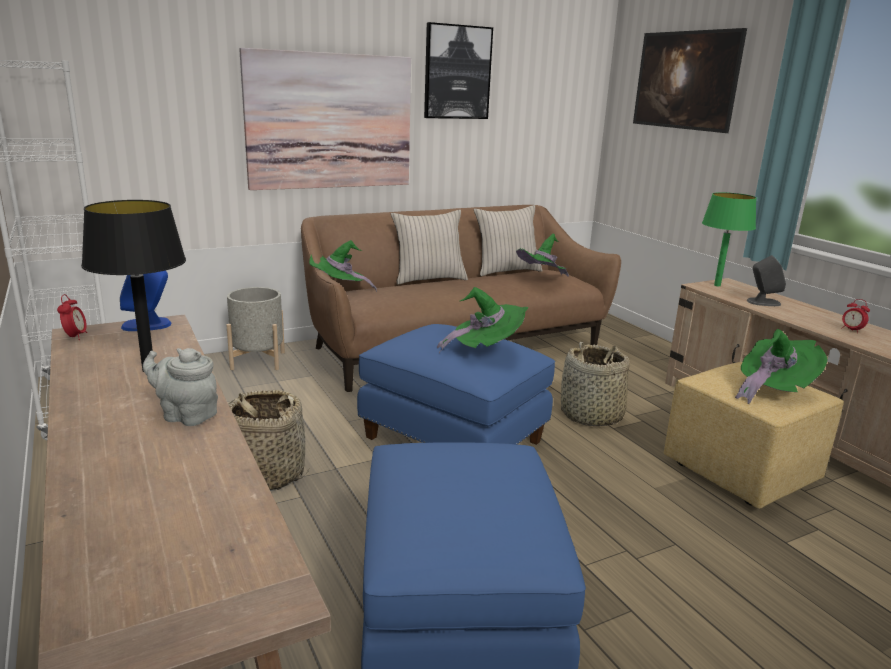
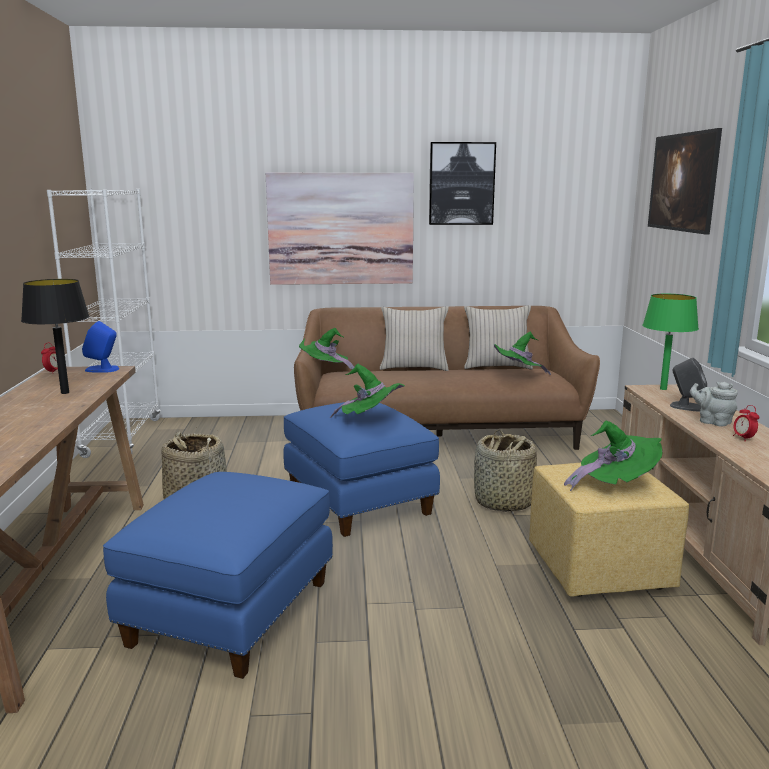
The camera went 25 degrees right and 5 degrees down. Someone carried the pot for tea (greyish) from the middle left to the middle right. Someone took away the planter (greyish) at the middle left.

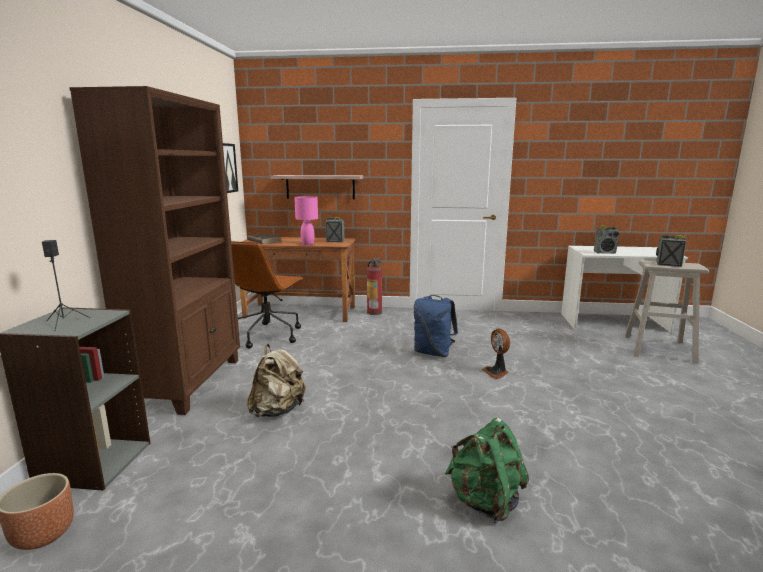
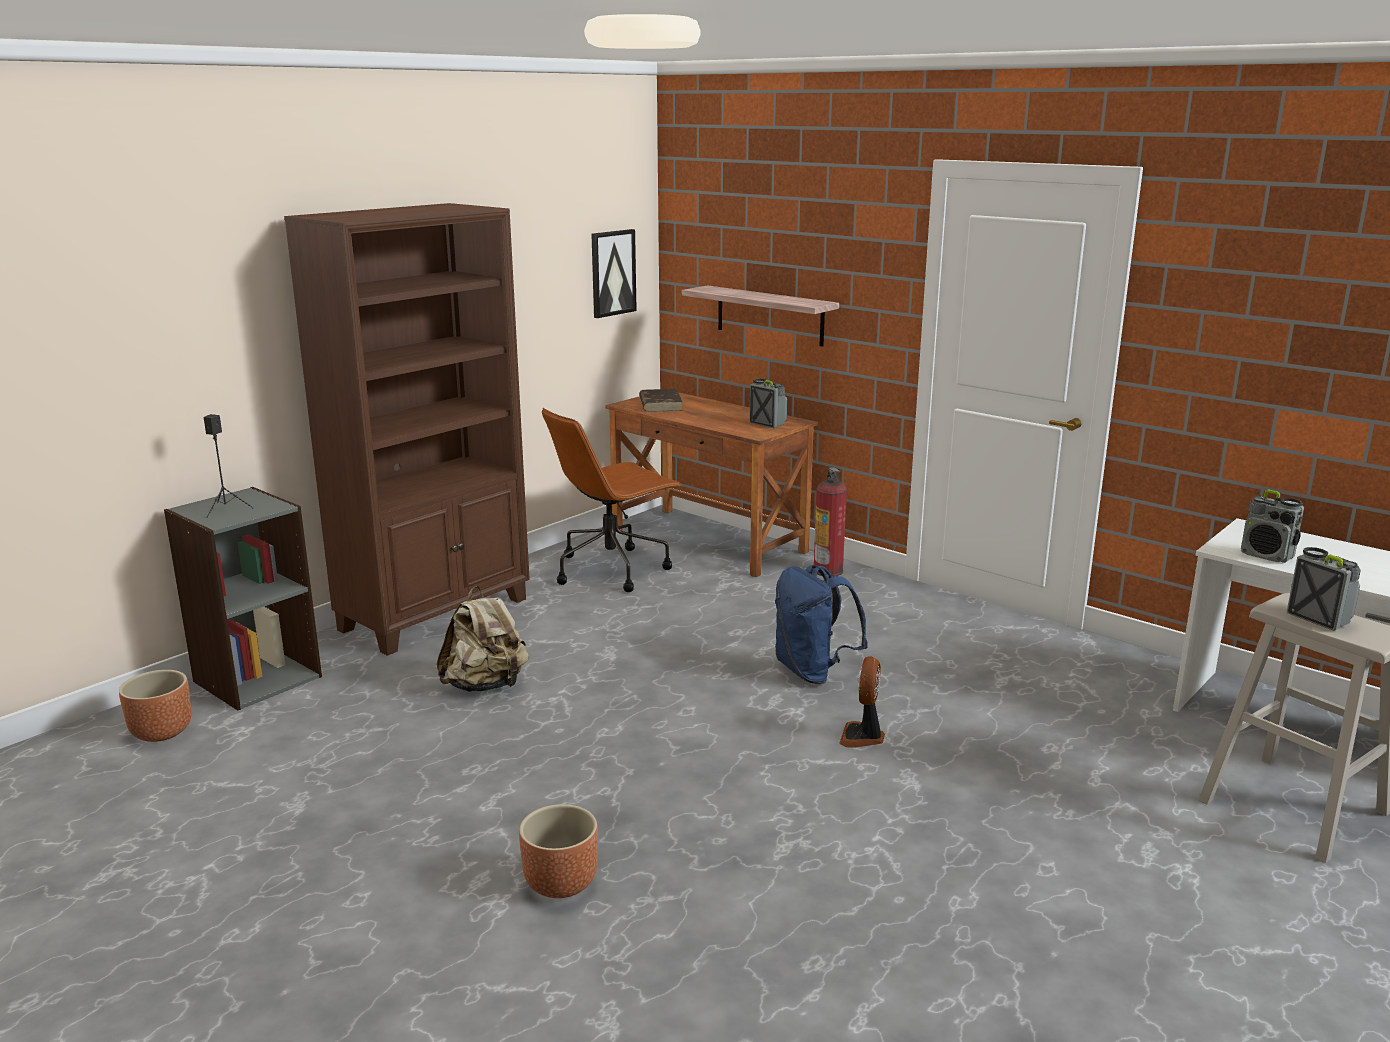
The camera went 35 degrees right and 5 degrees up. Someone swapped the rucksack (green-coloured) at the bottom centre for the planter (brown) (no. 2 from left) at the bottom centre. Someone took away the lamp for a table (pinkish) at the centre.

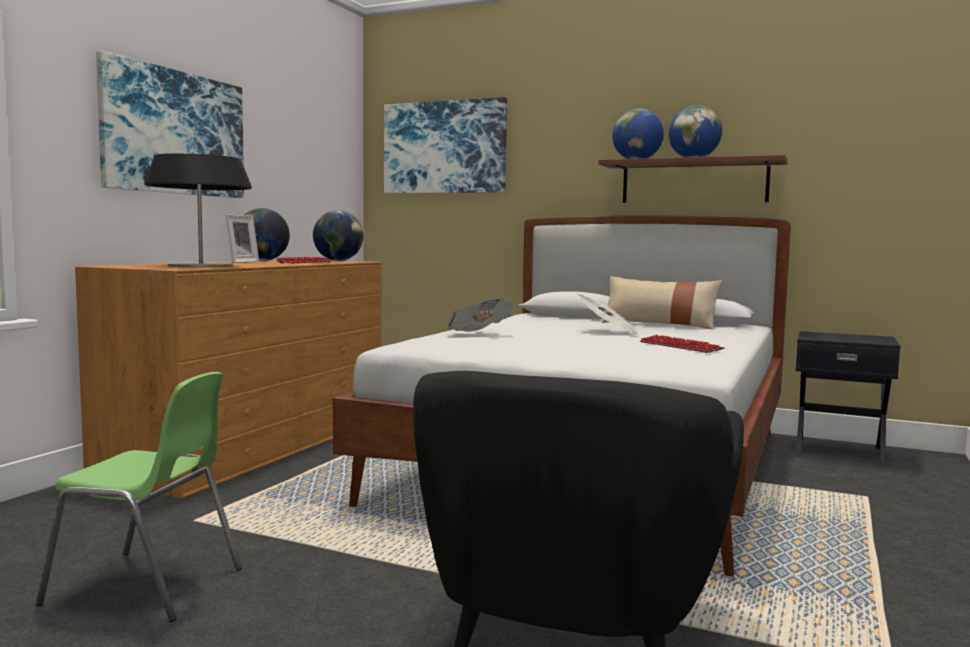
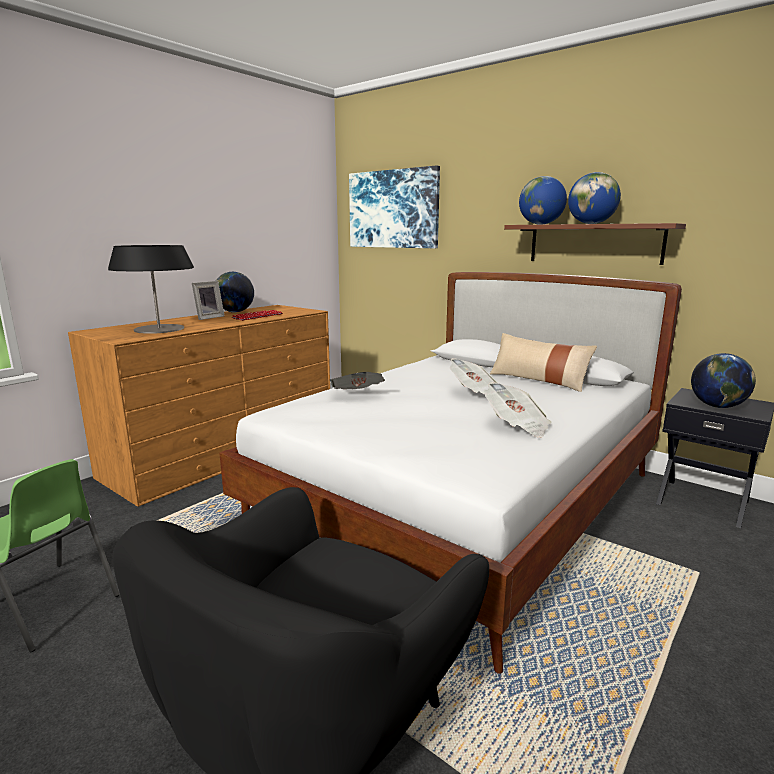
The camera went 15 degrees right and 10 degrees up. Someone swapped the keyboard (no. 2 from left) at the middle right for the newspaper (no. 3 from left) at the middle right. Someone carried the desk globe (no. 2 from left in the first image) from the centre to the middle right. Someone took away the wall art (no. 1 from left) at the top left.

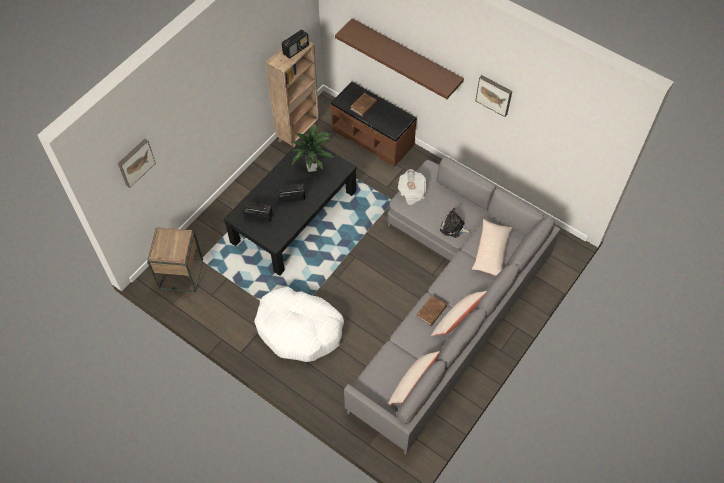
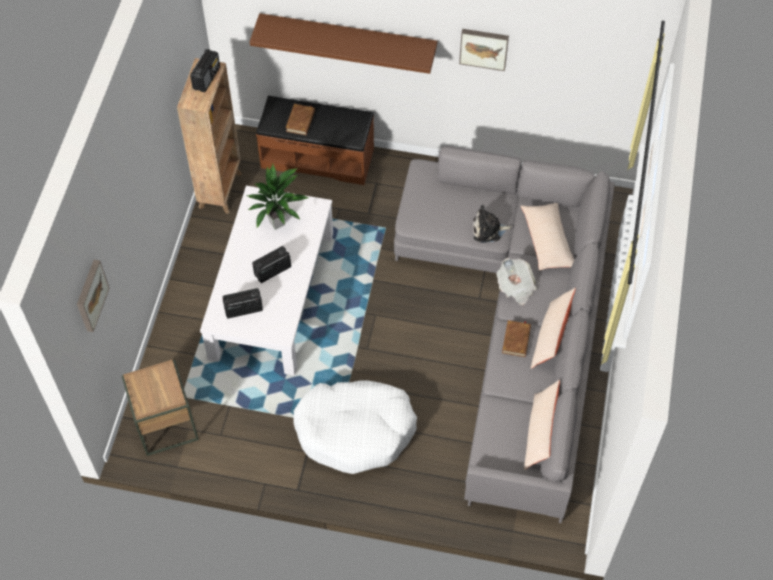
The camera went 25 degrees left and 0 degrees up. Someone repainted the lounge table (black) at the centre, which became the lounge table (whitish) at the centre. Someone carried the newspaper from the centre to the middle right.

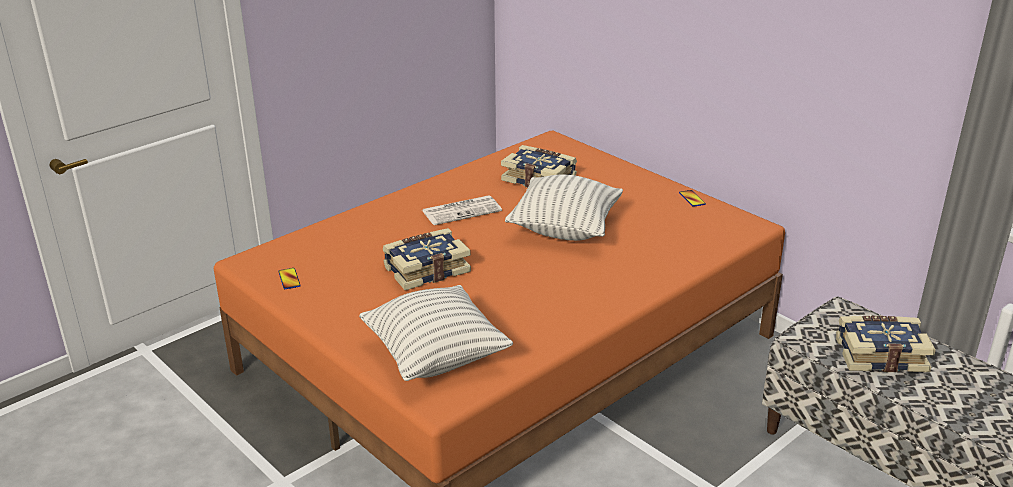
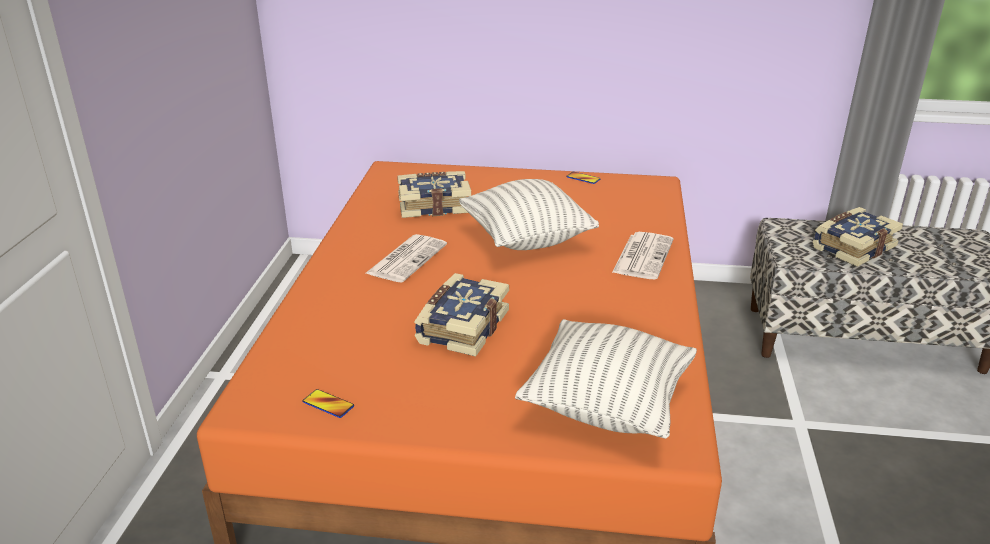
The camera went 40 degrees left and 0 degrees up. Someone put down the newspaper (no. 2 from left) at the centre.

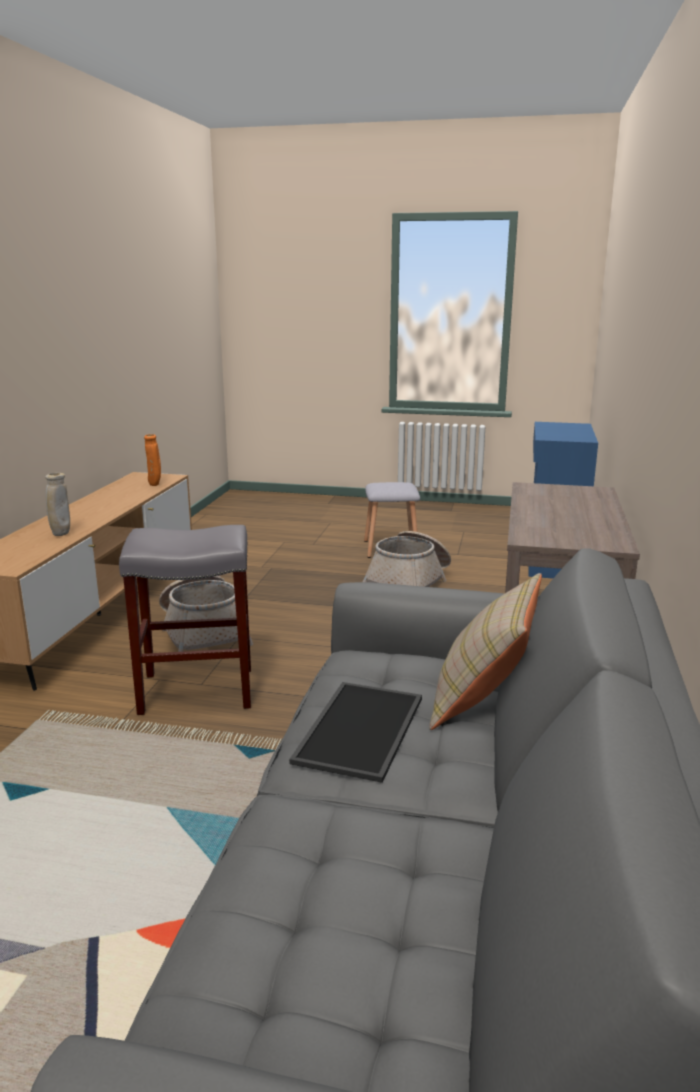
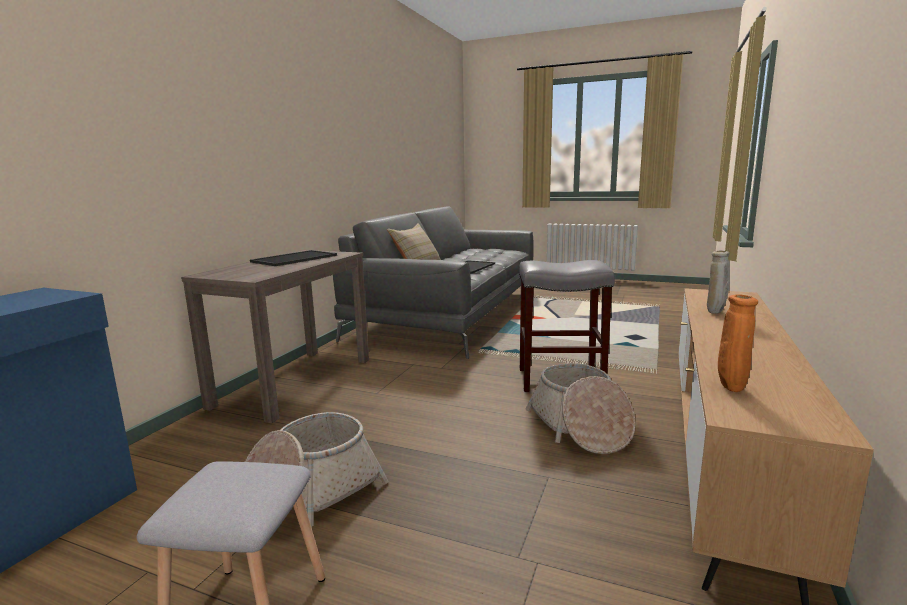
The camera went 170 degrees left and 5 degrees down. Someone put down the carrying tray (no. 1 from left) at the middle left.

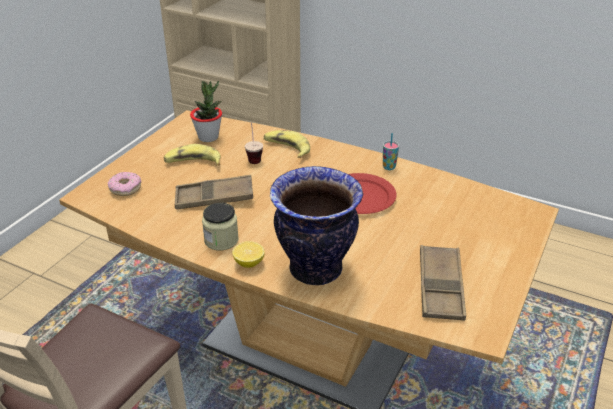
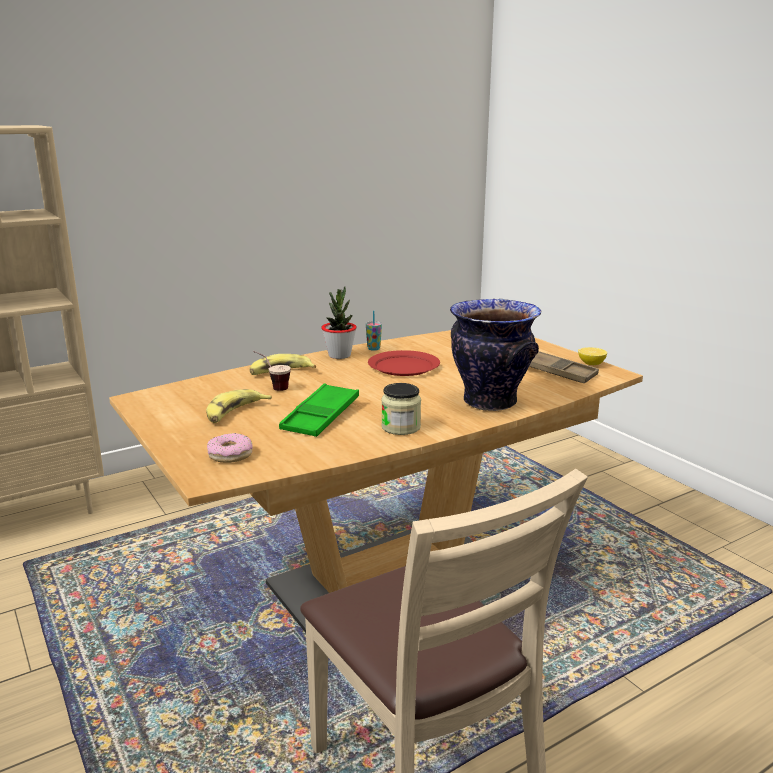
The camera went 60 degrees left and 15 degrees down. Someone repainted the carrying tray (brown) (no. 1 from left) at the centre, which became the carrying tray (green-coloured) at the centre. Someone carried the plant in a pot from the top centre to the centre. Someone carried the citrus fruit from the centre to the middle right.

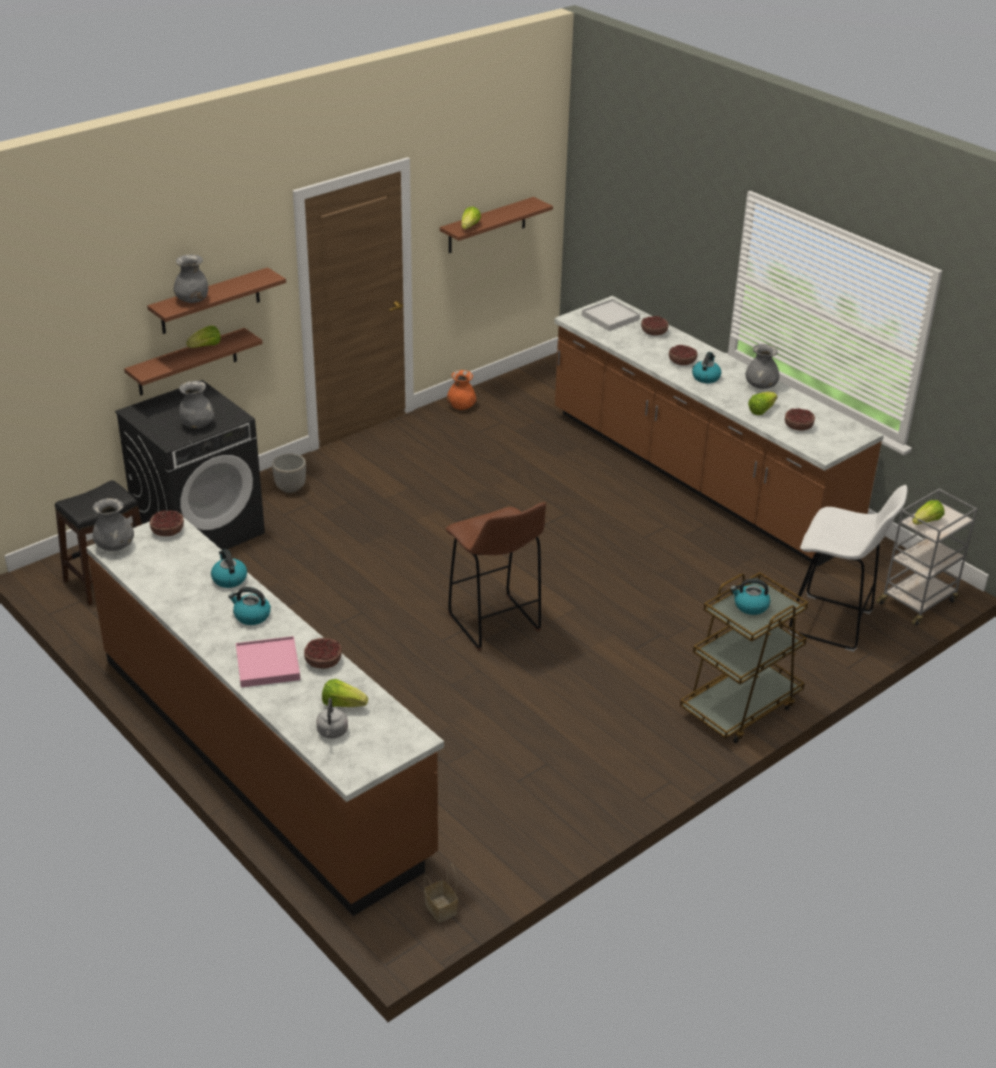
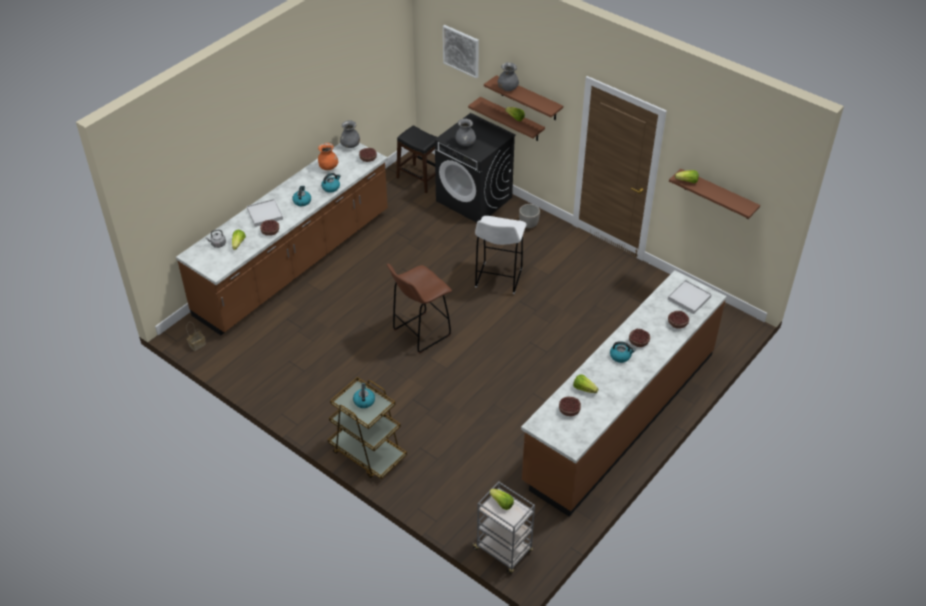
The camera went 80 degrees right and 10 degrees up. Someone repainted the carrying tray (pinkish) at the middle left, which became the carrying tray (whitish) (no. 1 from left) at the middle left. Someone carried the flower vase (orange) from the centre to the top centre. Someone put up the wall art at the top centre. Someone carried the sitting stool (whitish) from the middle right to the centre. Someone took away the flower vase (greyish) (no. 4 from left) at the middle right.

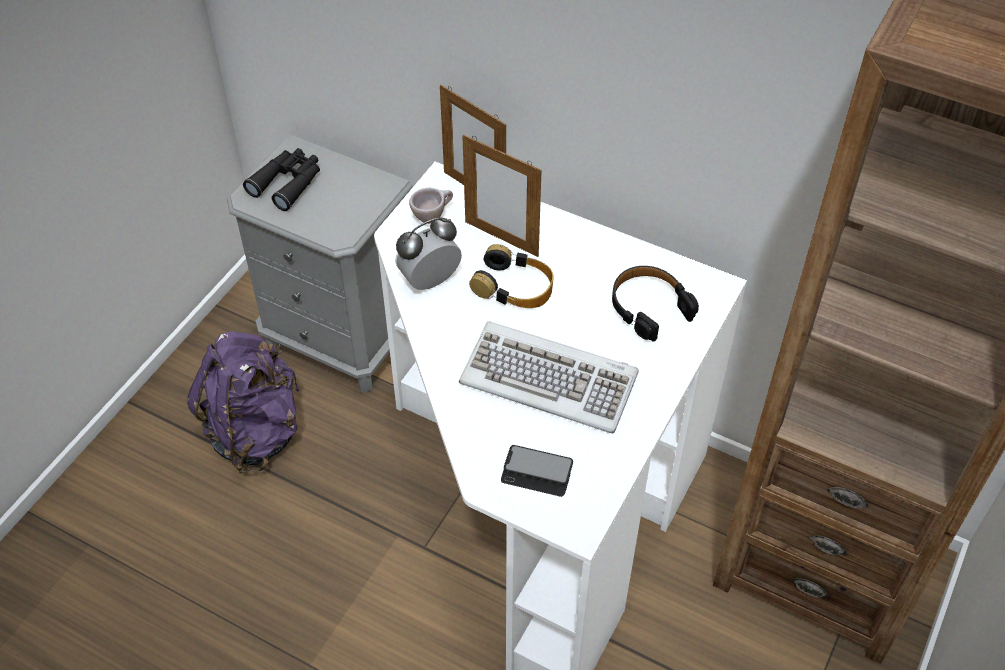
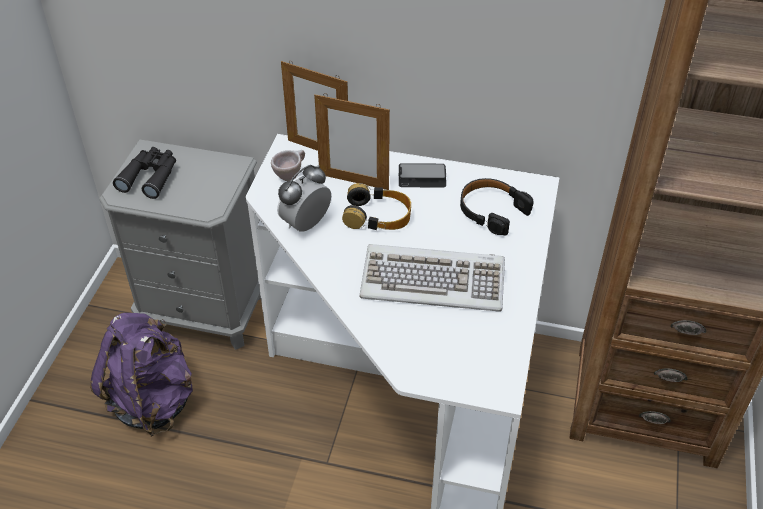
The camera went 15 degrees left and 5 degrees down. Someone carried the telephone from the bottom centre to the centre.

